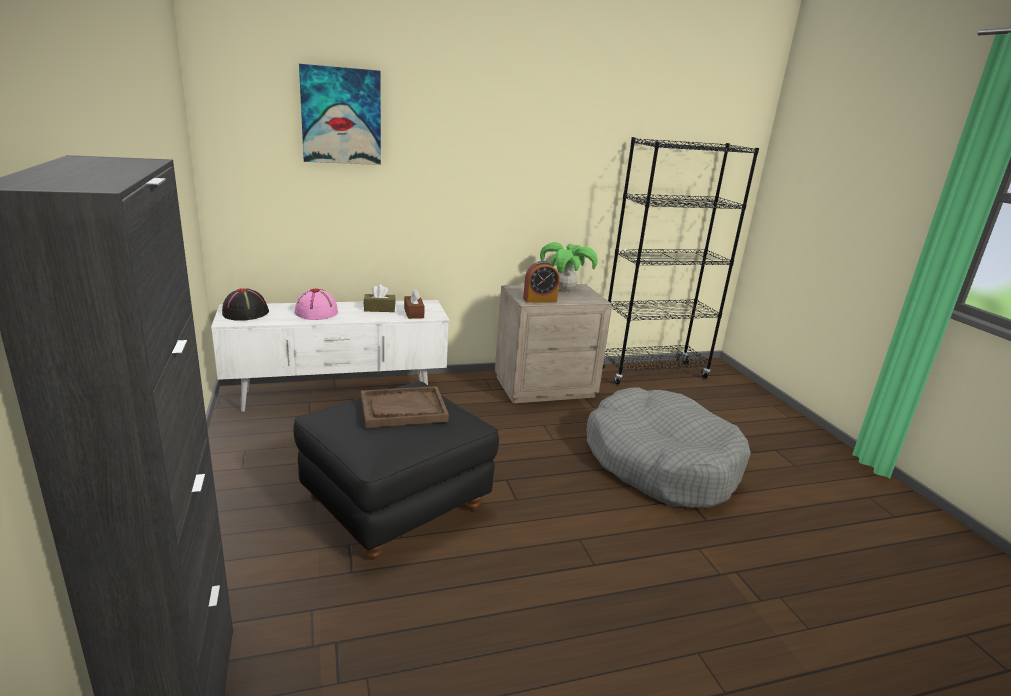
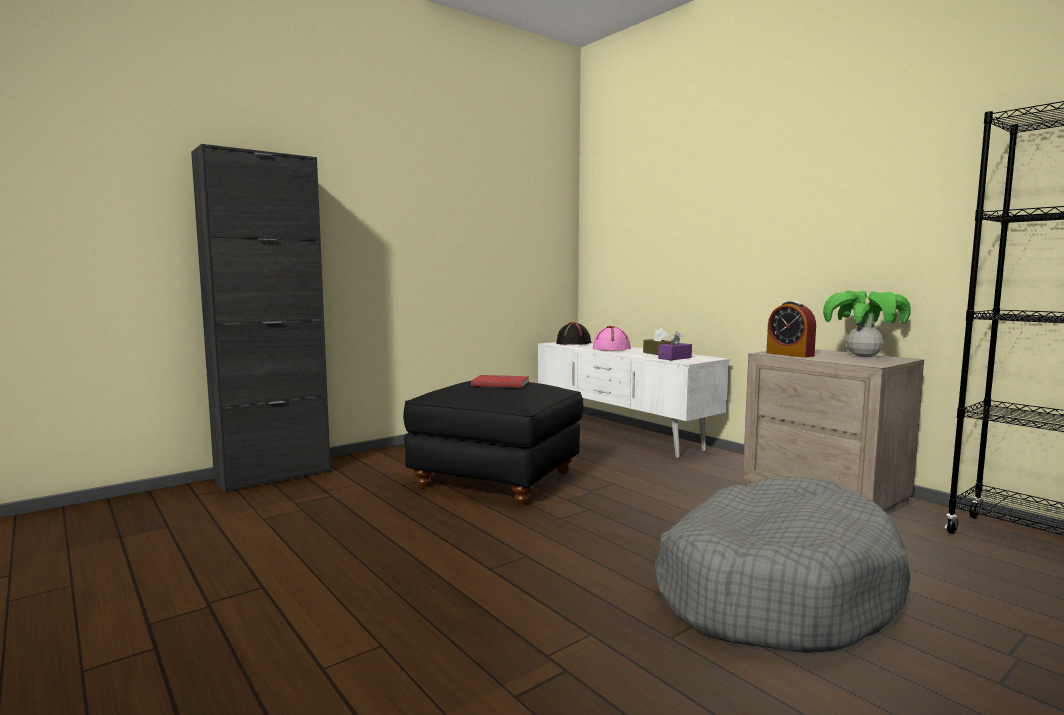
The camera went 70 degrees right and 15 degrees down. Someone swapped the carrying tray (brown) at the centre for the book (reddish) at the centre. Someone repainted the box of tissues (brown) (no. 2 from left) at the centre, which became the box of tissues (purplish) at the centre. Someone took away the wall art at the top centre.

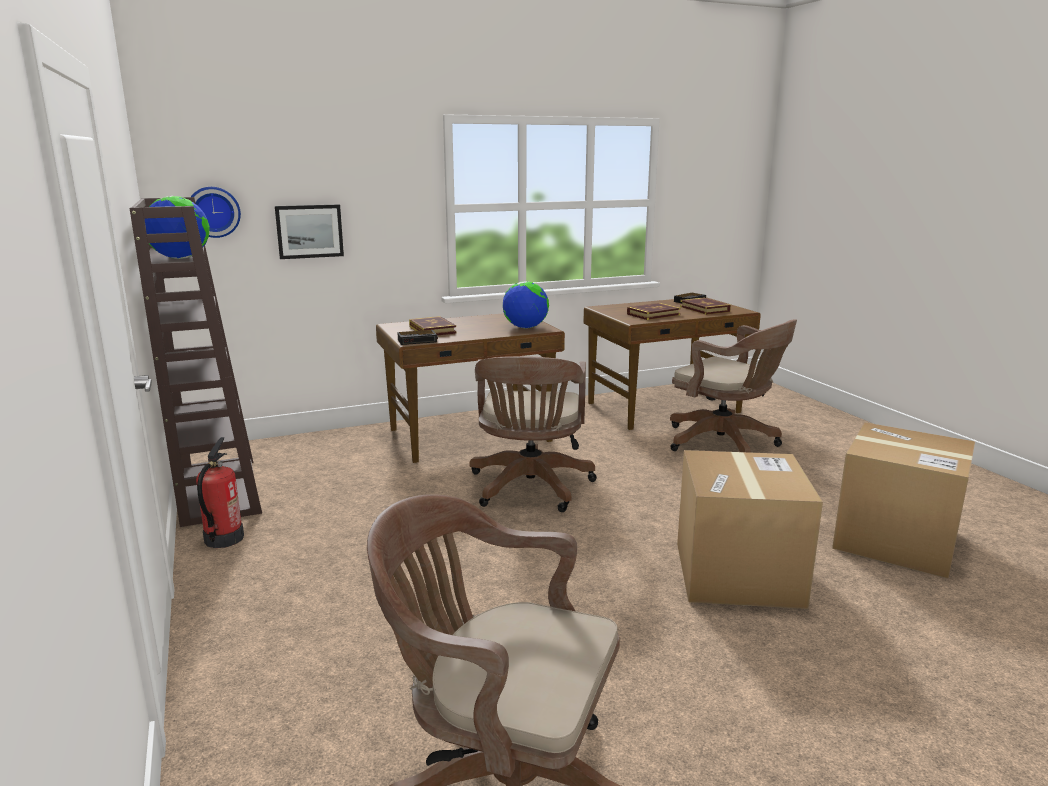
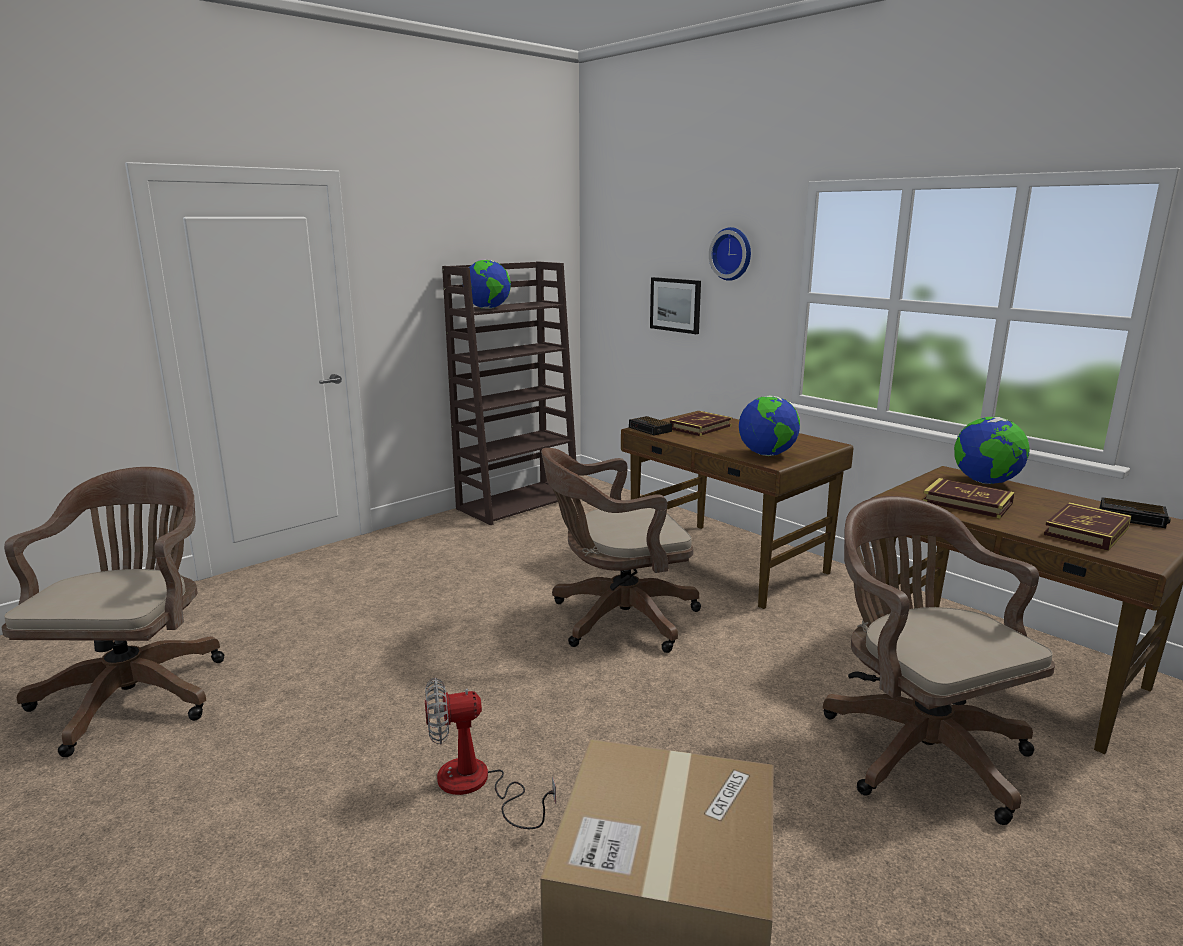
The camera went 70 degrees right and 0 degrees up. Someone swapped the carton (no. 1 from left) at the bottom right for the cooling fan at the bottom centre. Someone carried the wall clock from the top left to the top centre. Someone rotated the computer chair (brown) (no. 3 from left) at the middle right by 135 degrees clockwise. Someone put down the desk globe (no. 3 from left) at the middle right. Someone took away the fire-fighting cylinder at the middle left.

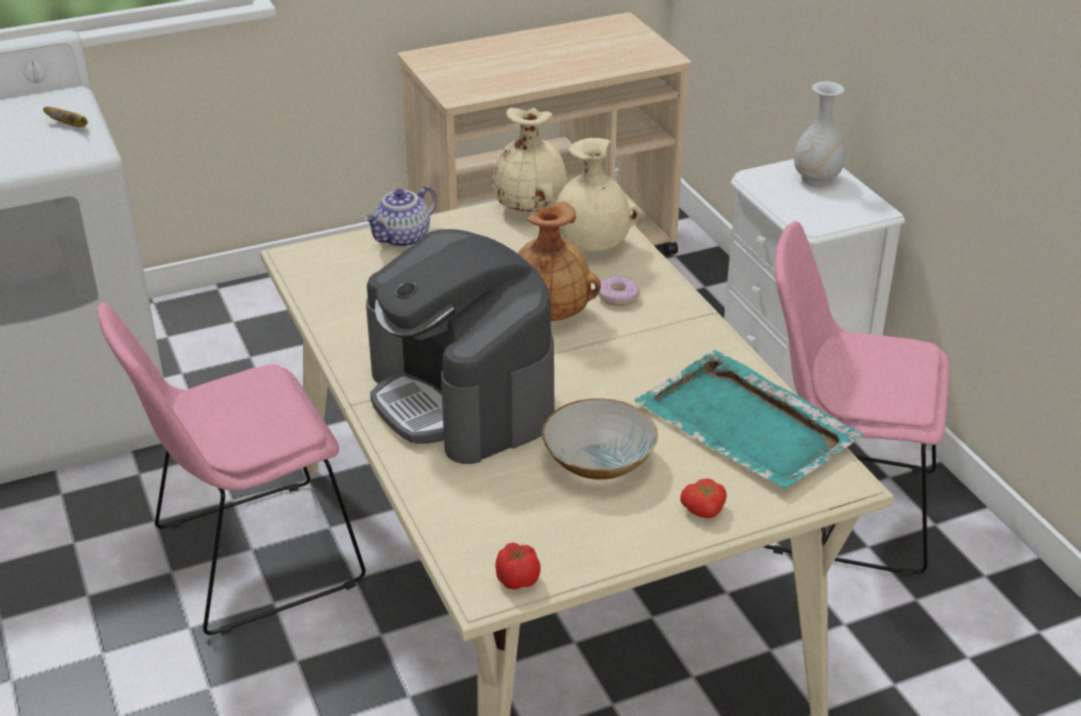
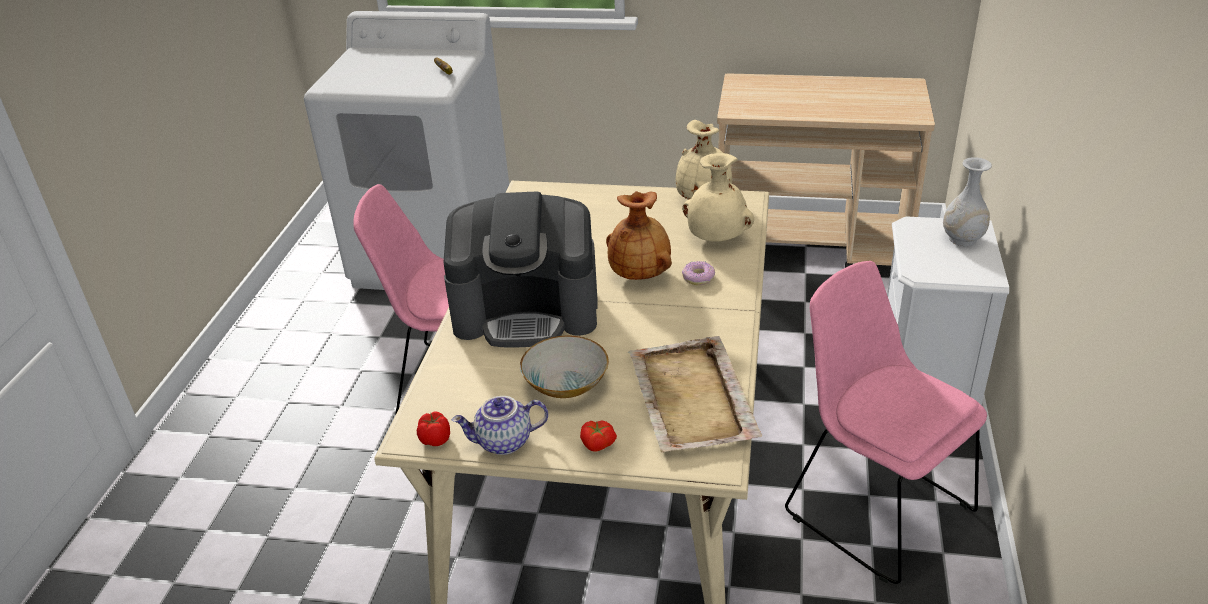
The camera went 35 degrees right and 0 degrees up. Someone rotated the coffee brewer at the centre by 90 degrees counterclockwise. Someone carried the pot for tea from the top centre to the bottom centre. Someone repainted the carrying tray (turquoise) at the middle right, which became the carrying tray (beige) at the centre.

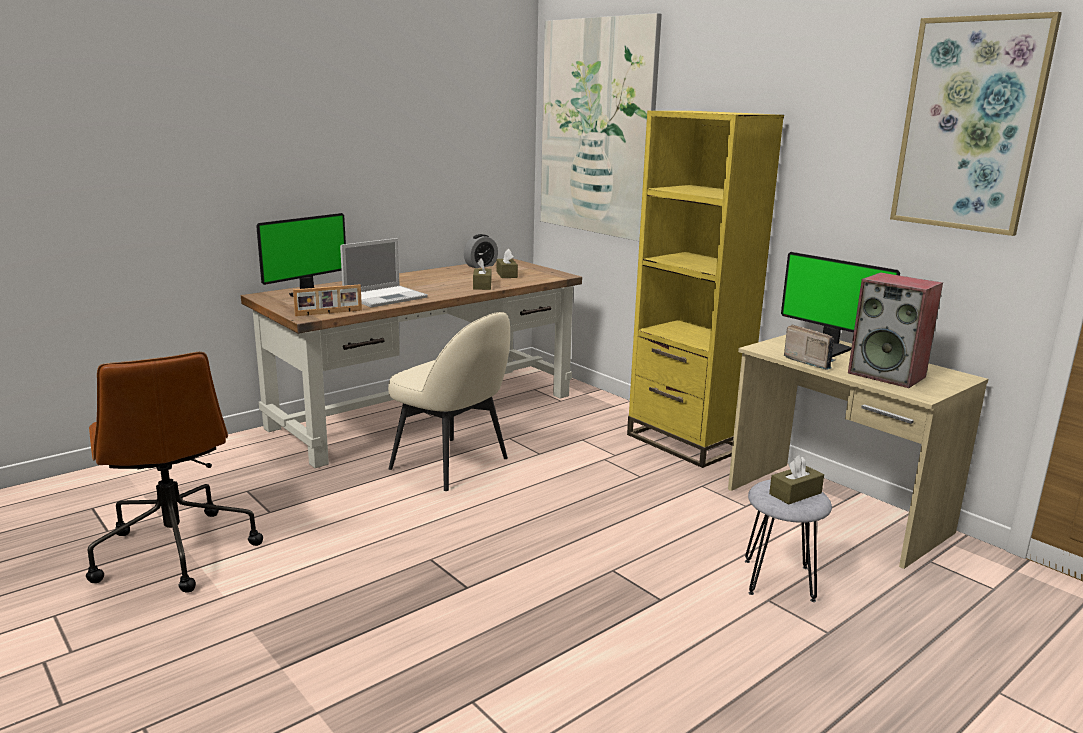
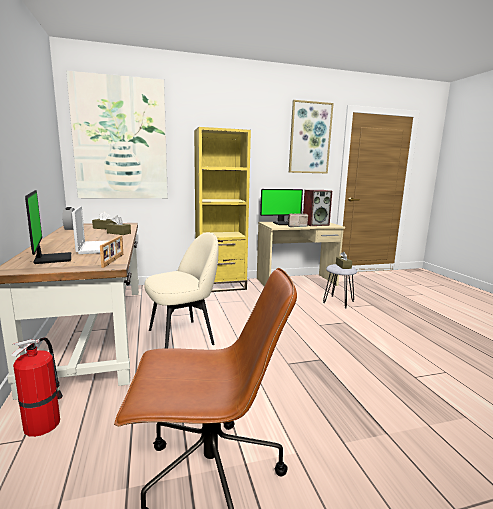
The camera went 65 degrees left and 5 degrees down. Someone put down the fire-fighting cylinder at the bottom left.

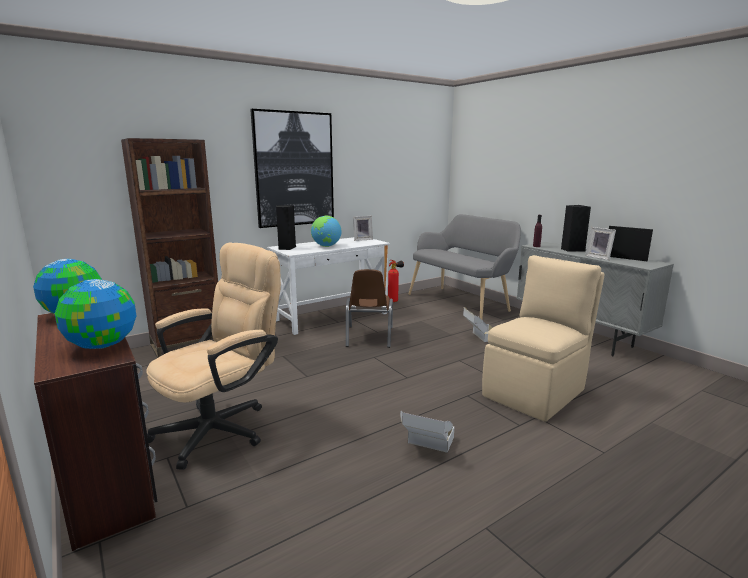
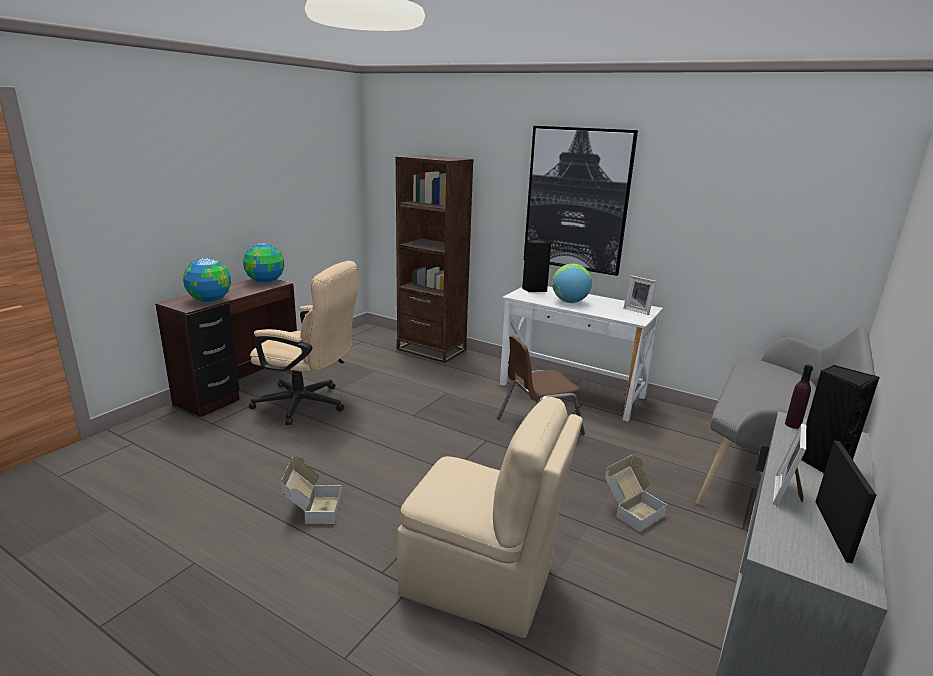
The camera went 65 degrees right and 5 degrees up. Someone took away the fire-fighting cylinder at the centre.

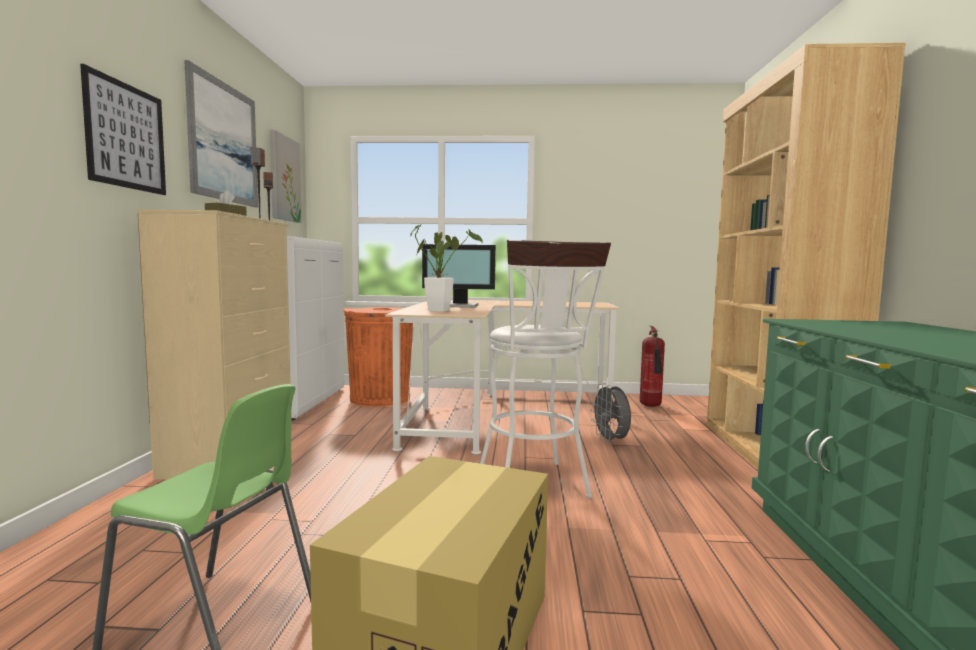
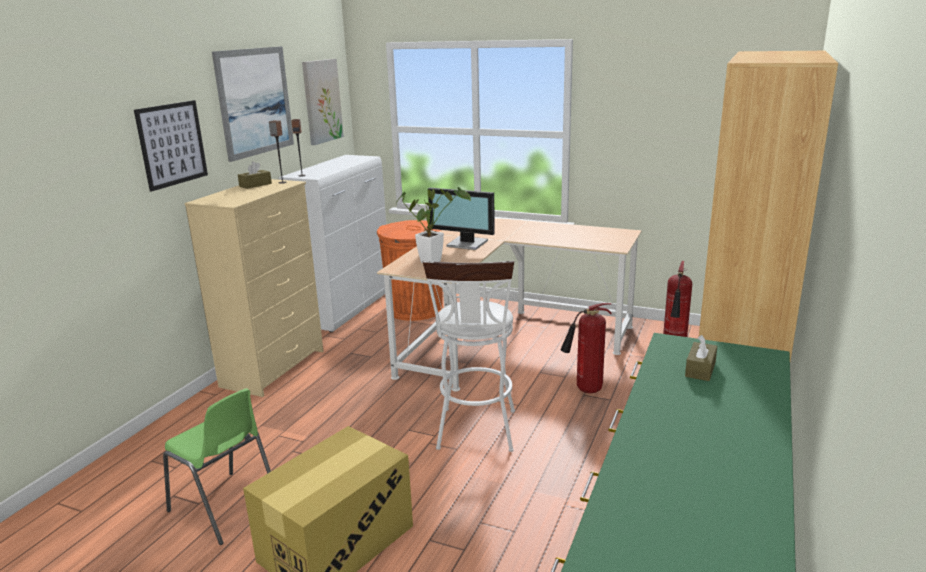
The camera went 20 degrees right and 15 degrees up. Someone swapped the cooling fan (greyish) at the centre for the fire-fighting cylinder (no. 1 from left) at the centre. Someone put down the box of tissues (brown) (no. 2 from left) at the middle right.

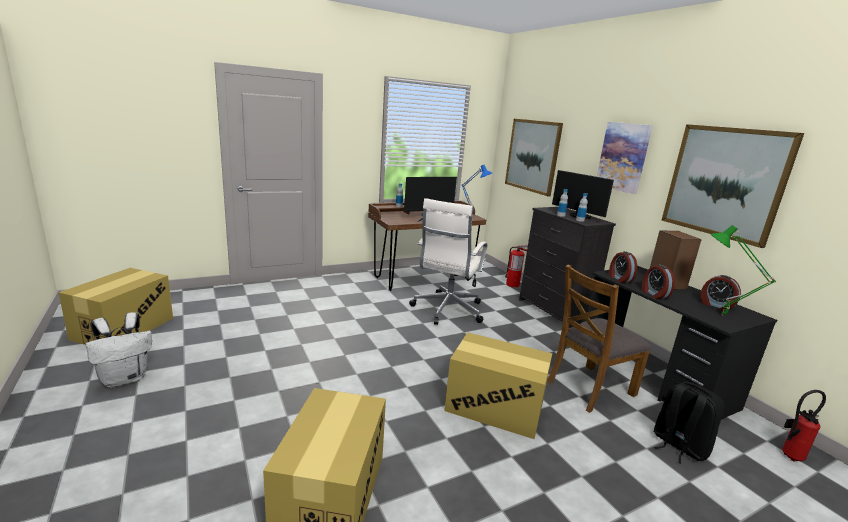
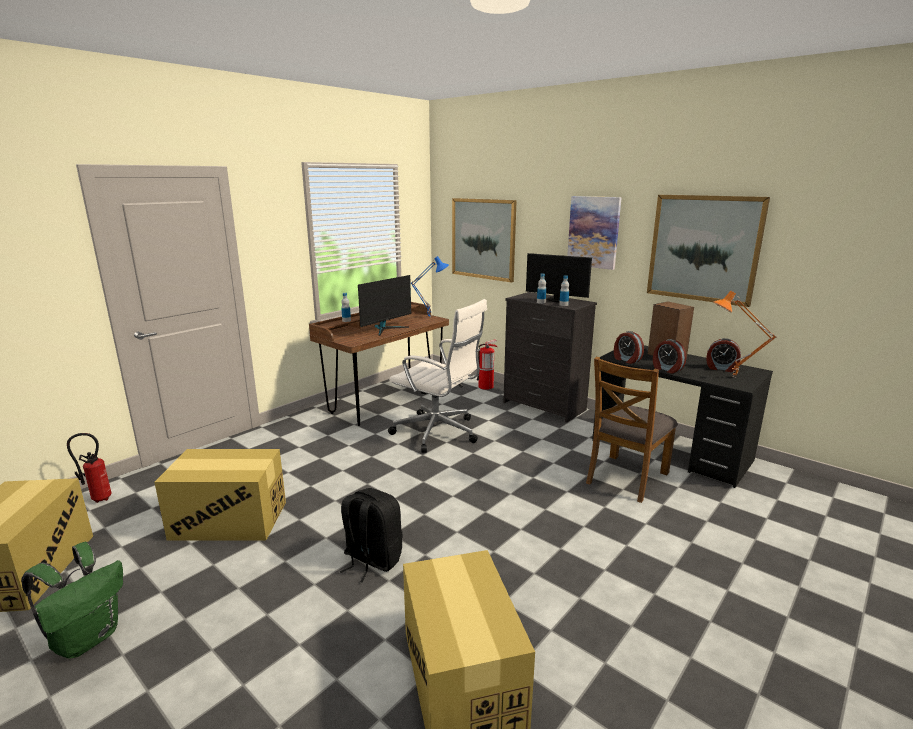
The camera went 20 degrees left and 0 degrees up. Someone repainted the rucksack (whitish) at the bottom left, which became the rucksack (green-coloured) at the bottom left. Someone carried the fire-fighting cylinder (no. 2 from left in the first image) from the bottom right to the middle left. Someone carried the carton (no. 3 from left in the first image) from the bottom centre to the bottom left. Someone carried the rucksack (black) from the bottom right to the bottom centre. Someone rotated the computer chair (whitish) at the centre by 60 degrees counterclockwise. Someone repainted the lamp for a table (green-coloured) at the middle right, which became the lamp for a table (orange) at the middle right.

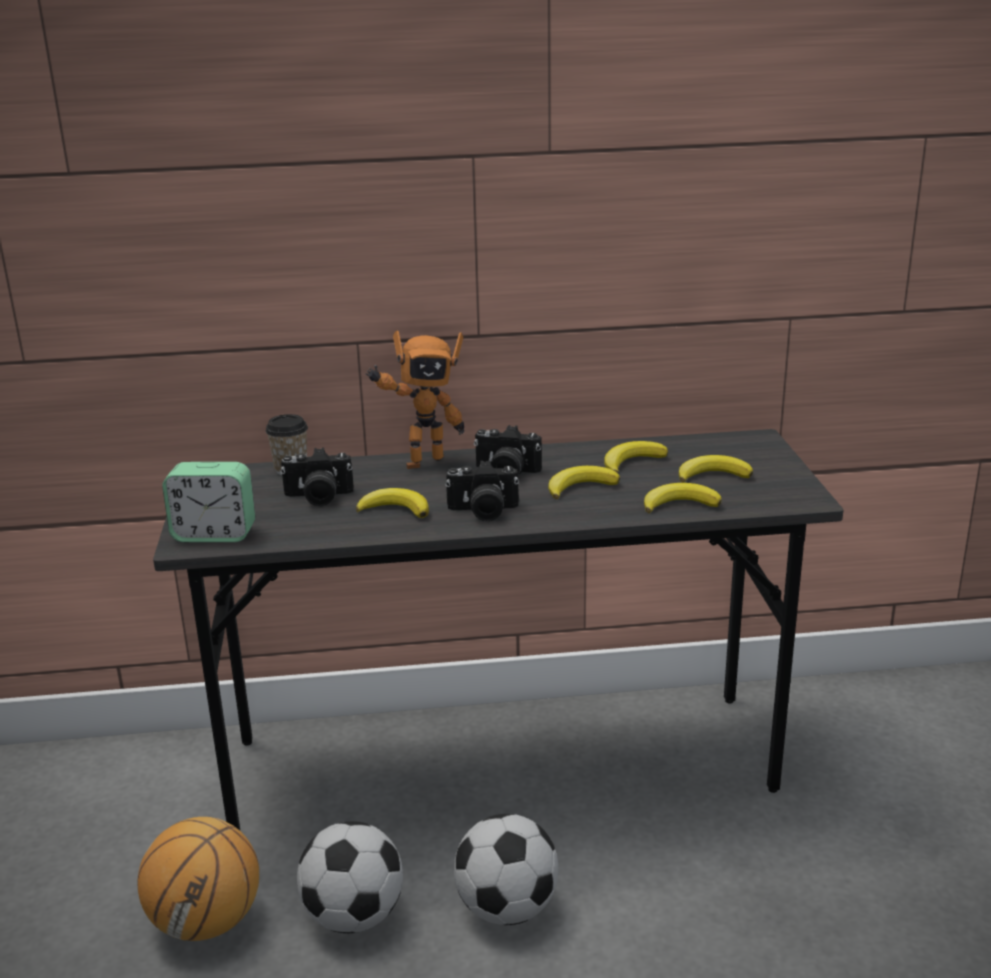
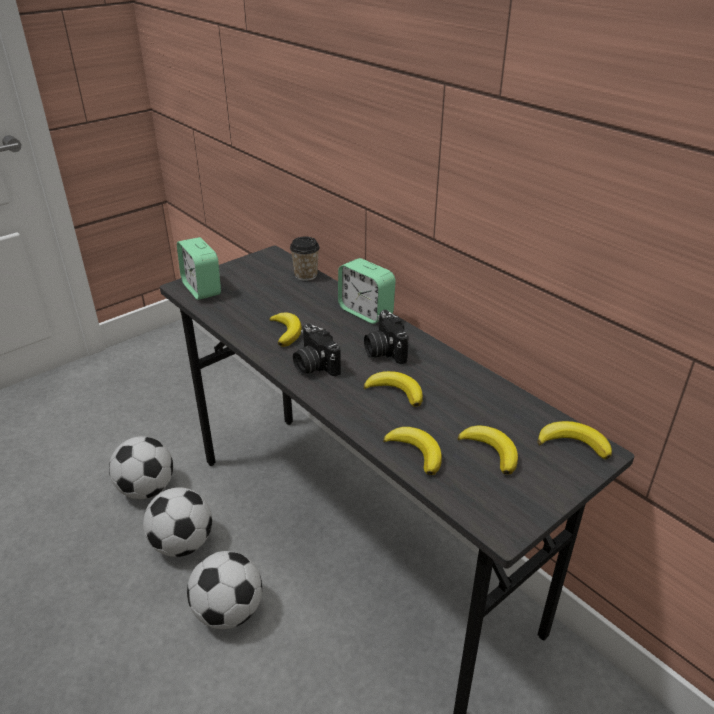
The camera went 55 degrees right and 10 degrees up. Someone swapped the basketball ball at the bottom left for the football ball (no. 1 from left) at the middle left. Someone swapped the robot figure at the centre for the table clock (no. 2 from left) at the centre. Someone carried the banana fruit (no. 3 from left in the first image) from the centre to the middle right. Someone took away the still camera (no. 1 from left) at the middle left.

